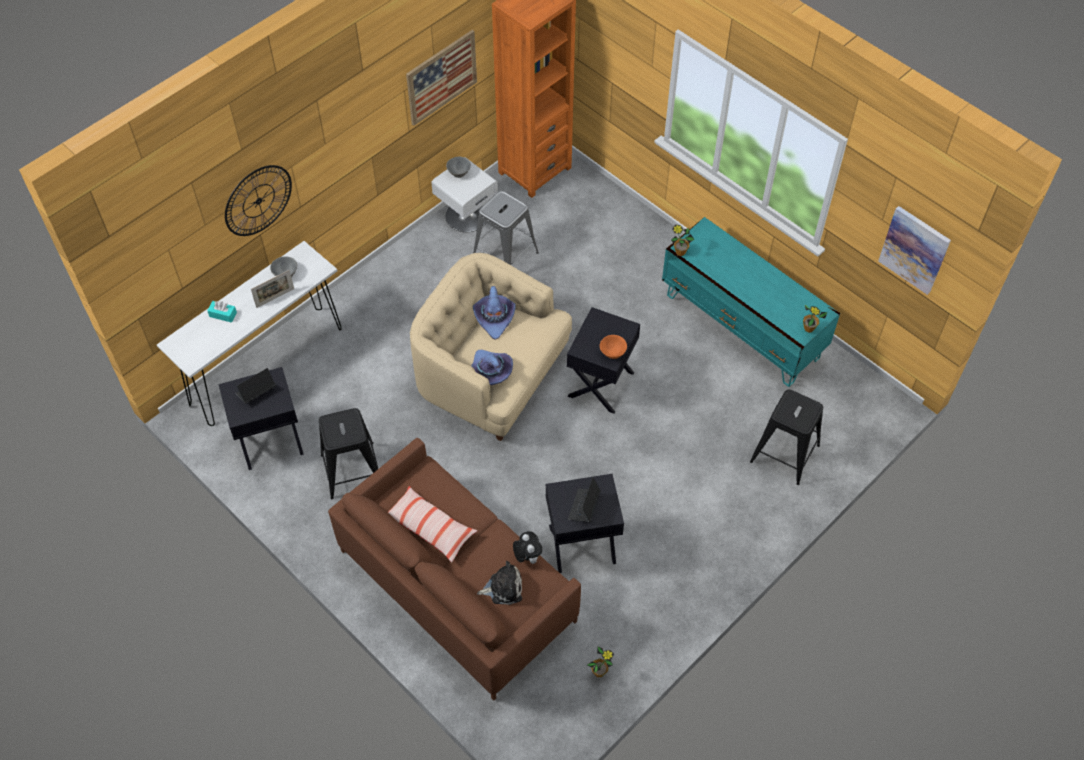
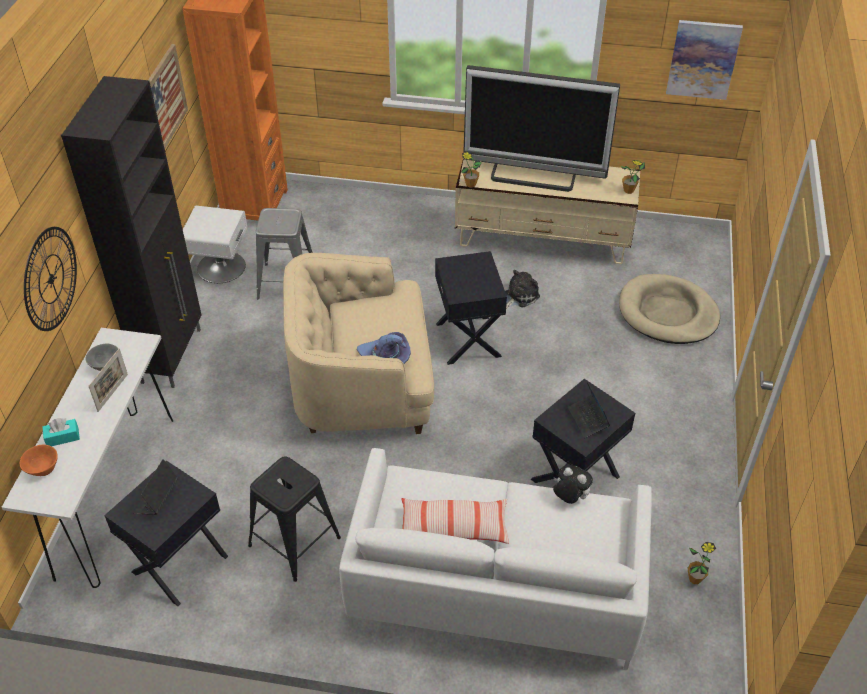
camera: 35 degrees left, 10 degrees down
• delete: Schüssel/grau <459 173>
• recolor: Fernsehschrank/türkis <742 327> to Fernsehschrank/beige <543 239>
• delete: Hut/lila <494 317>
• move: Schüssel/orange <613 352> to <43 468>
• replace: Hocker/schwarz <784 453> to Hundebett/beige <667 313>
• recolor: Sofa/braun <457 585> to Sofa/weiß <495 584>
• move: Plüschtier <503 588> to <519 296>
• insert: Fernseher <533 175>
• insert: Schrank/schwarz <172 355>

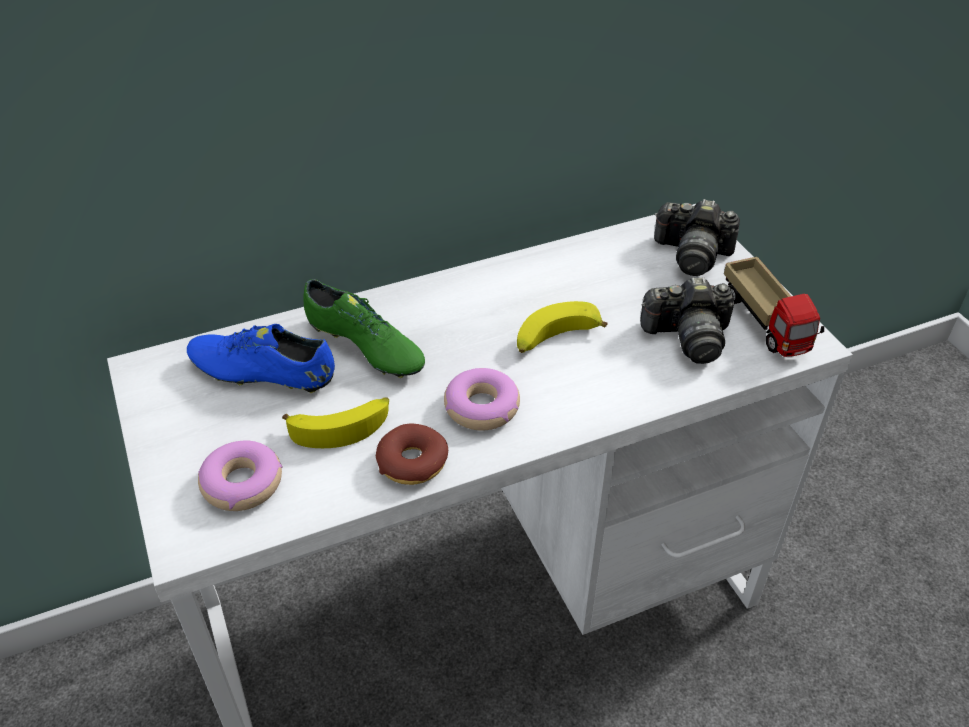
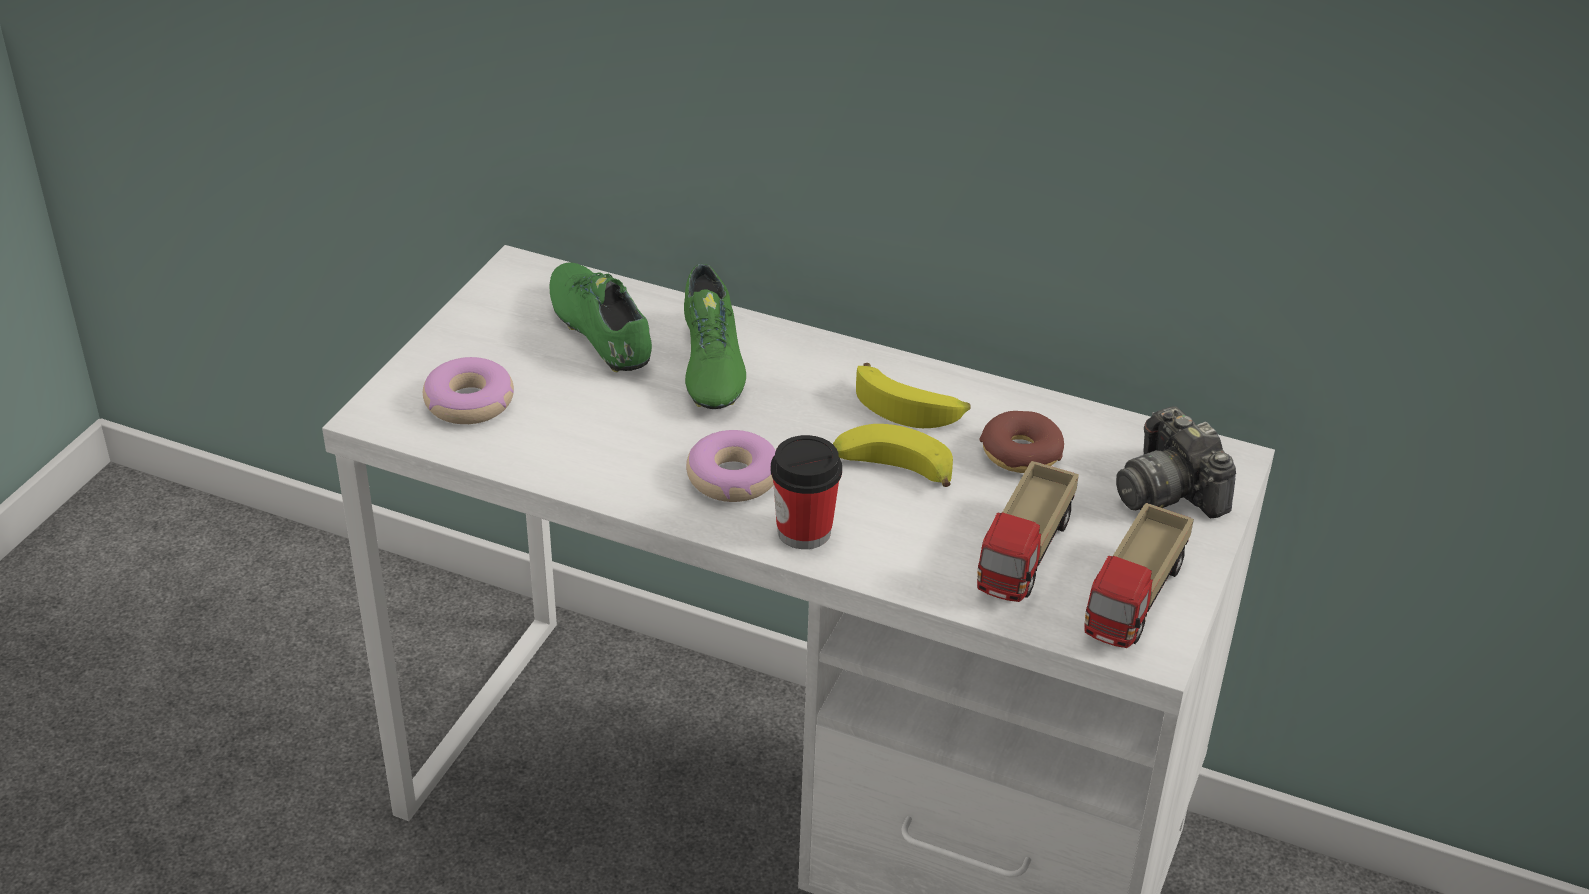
camera: 45 degrees right, 5 degrees down
• replace: Kamera <688 337> to Spielzeuglaster <1025 556>
• recolor: Schuh/blau <263 373> to Schuh/grün <600 331>
• move: Banane <341 427> to <910 407>
• move: Donut <412 462> to <1021 453>
• insert: Tasse <804 531>

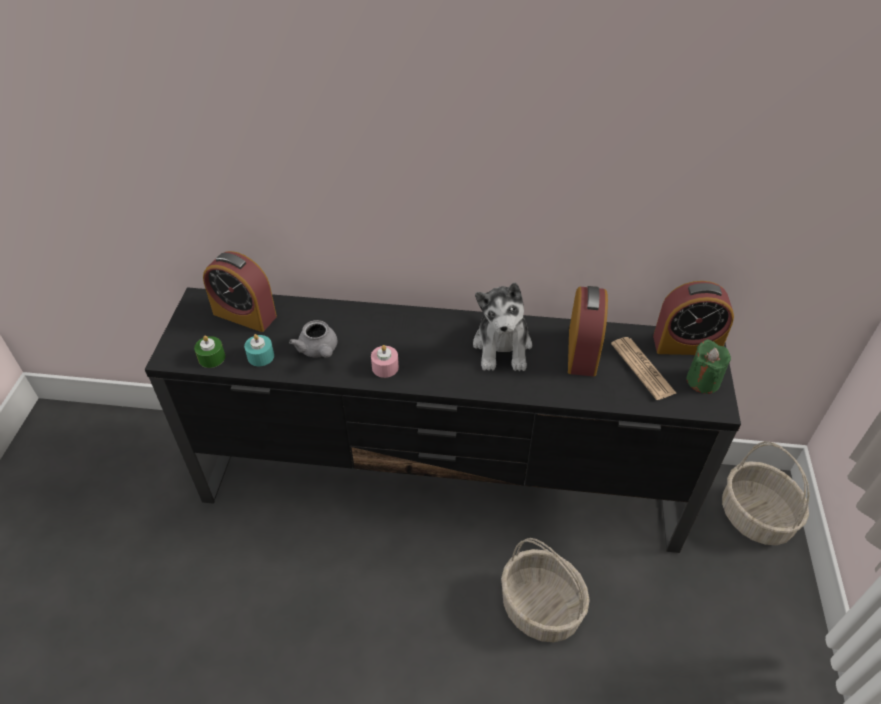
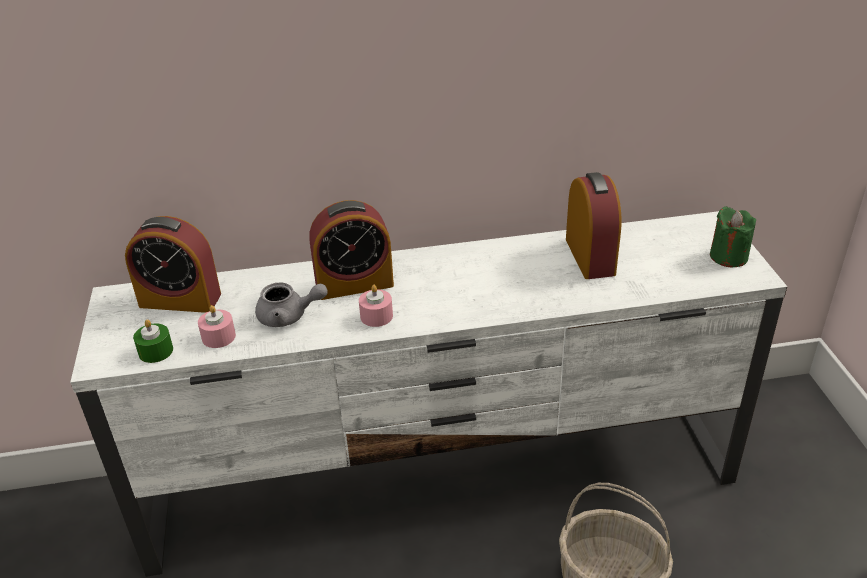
camera: 15 degrees left, 10 degrees down
• move: Wecker <686 344> to <354 284>
• delete: Plüschtier <502 346>
• recolor: Fernsehschrank/schwarz <442 485> to Fernsehschrank/weiß <443 480>
• rotate: Teekanne/grau <319 351> = <289 316> 45 degrees counterclockwise
• recolor: Kerze/türkis <261 356> to Kerze/rosa <218 337>
• delete: Zeitung <642 368>
• delete: Korb <754 516>

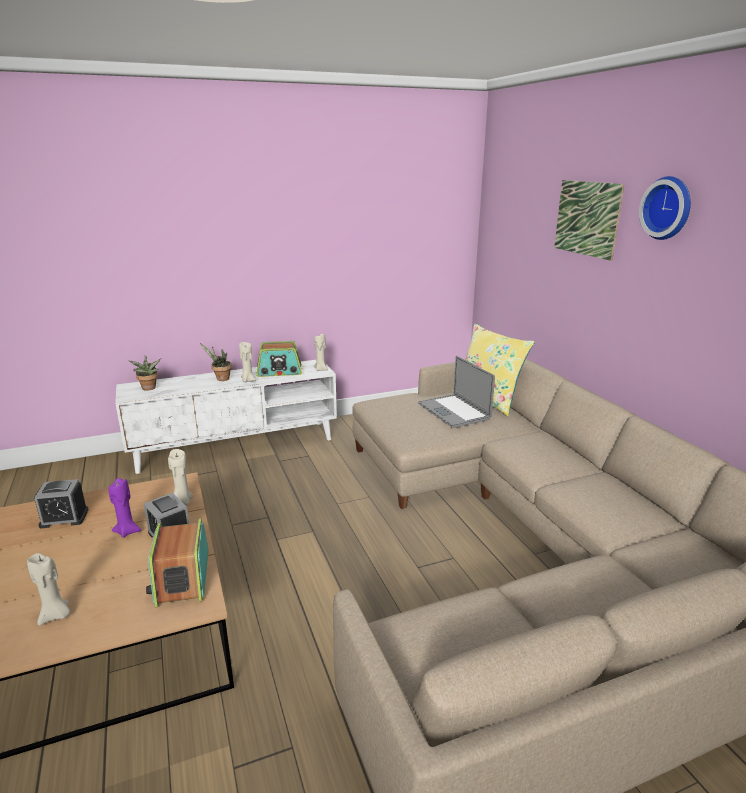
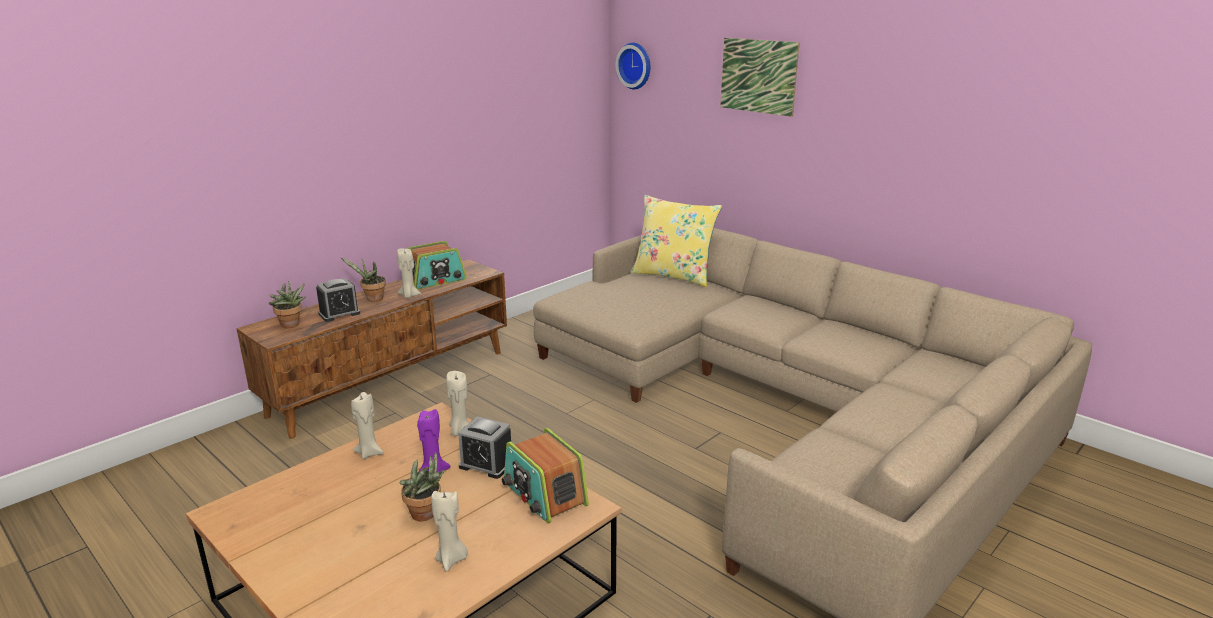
camera: 25 degrees left, 0 degrees up
• move: Wanduhr <668 208> to <636 65>
• move: Kerze/beige <321 369> to <369 453>
• delete: Laptop <453 411>
• recolor: Fernsehschrank/weiß <236 446> to Fernsehschrank/braun <392 382>
• move: Wecker <64 518> to <339 314>
• insert: Topfpflanze <426 515>

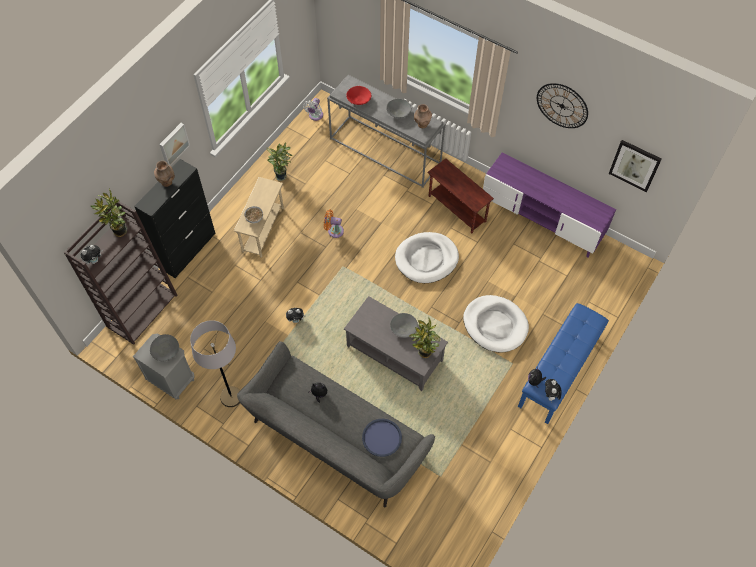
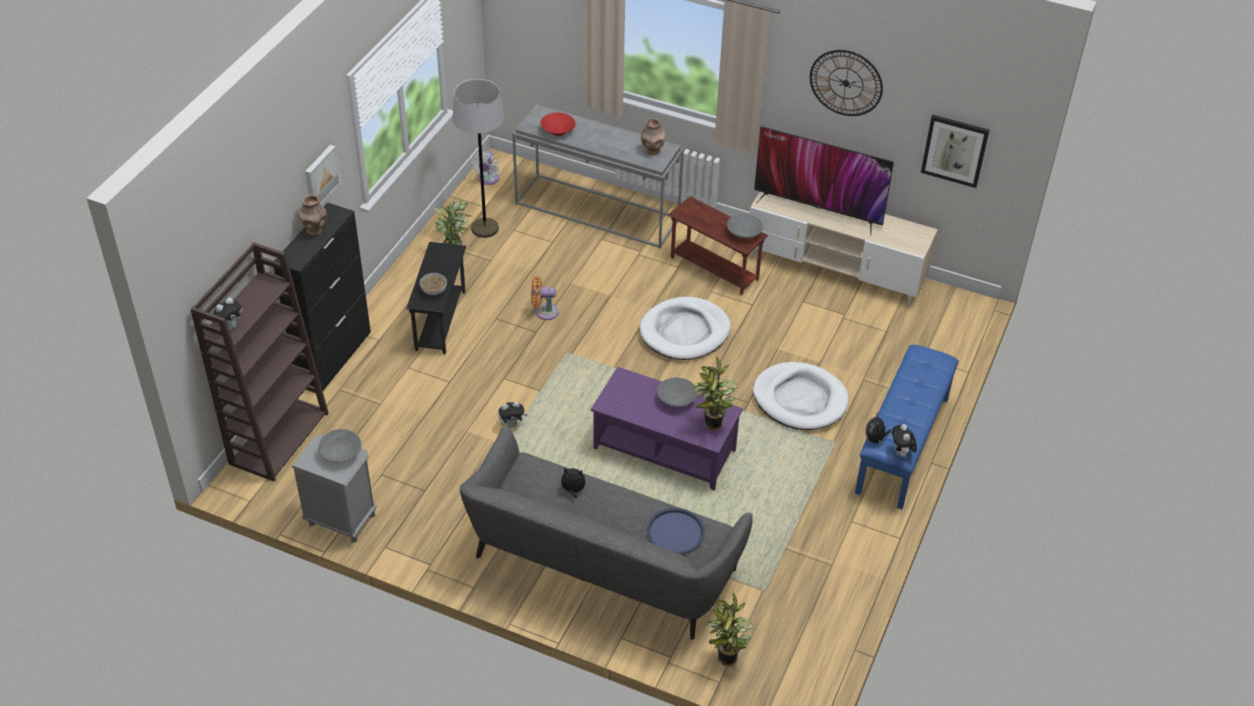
camera: 10 degrees left, 15 degrees down
• move: Schüssel/grau <398 113> to <744 233>
• recolor: Fernsehschrank/lila <541 219> to Fernsehschrank/beige <835 269>
• recolor: Beistelltisch/beige <263 230> to Beistelltisch/schwarz <441 321>
• move: Topfpflanze <119 232> to <726 660>
• recolor: Couchtisch/grau <394 354> to Couchtisch/lila <664 450>
• move: Stehlampe/grau <231 397> to <485 228>
• insert: Fernseher <818 209>

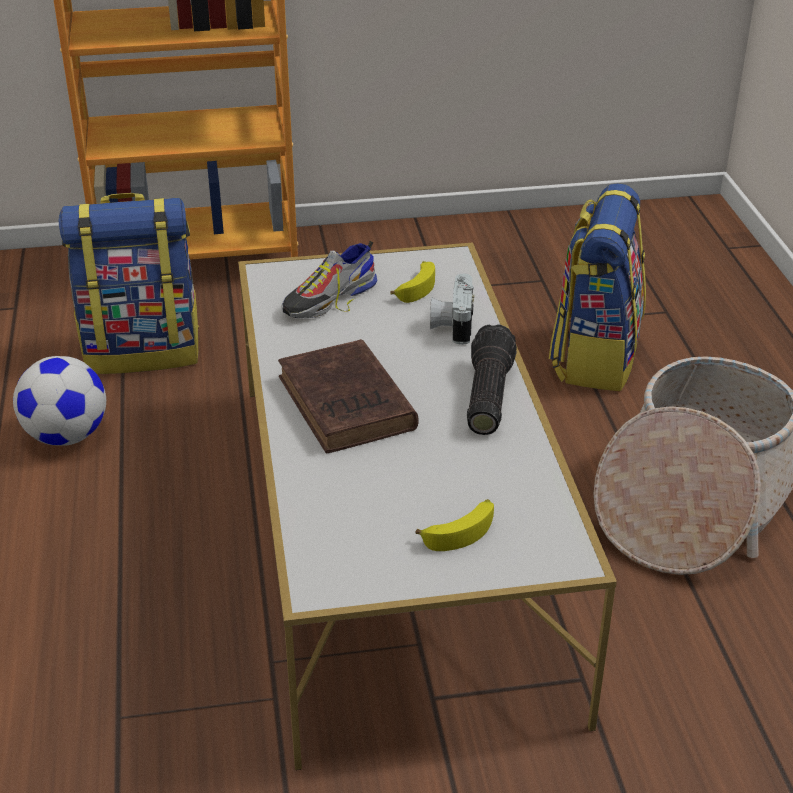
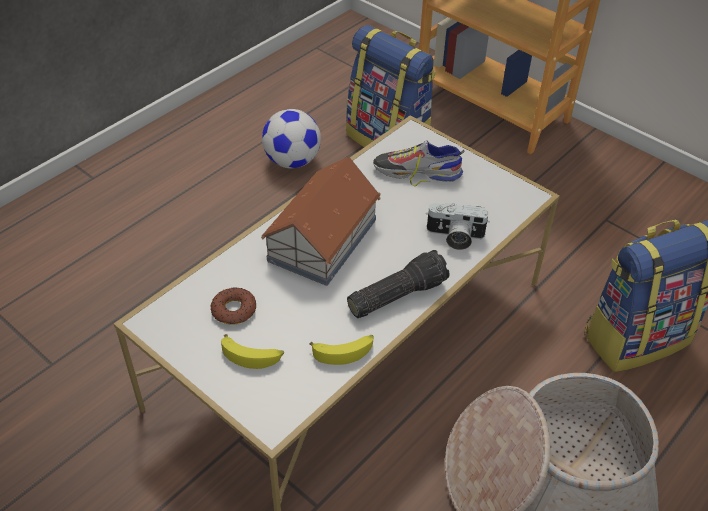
camera: 50 degrees right, 10 degrees up
• move: Banane <416 287> to <344 351>
• rotate: Kamera <451 324> = <454 237> 135 degrees counterclockwise
• replace: Buch/braun <348 405> to Spielzeughaus <321 240>
• insert: Donut <233 310>

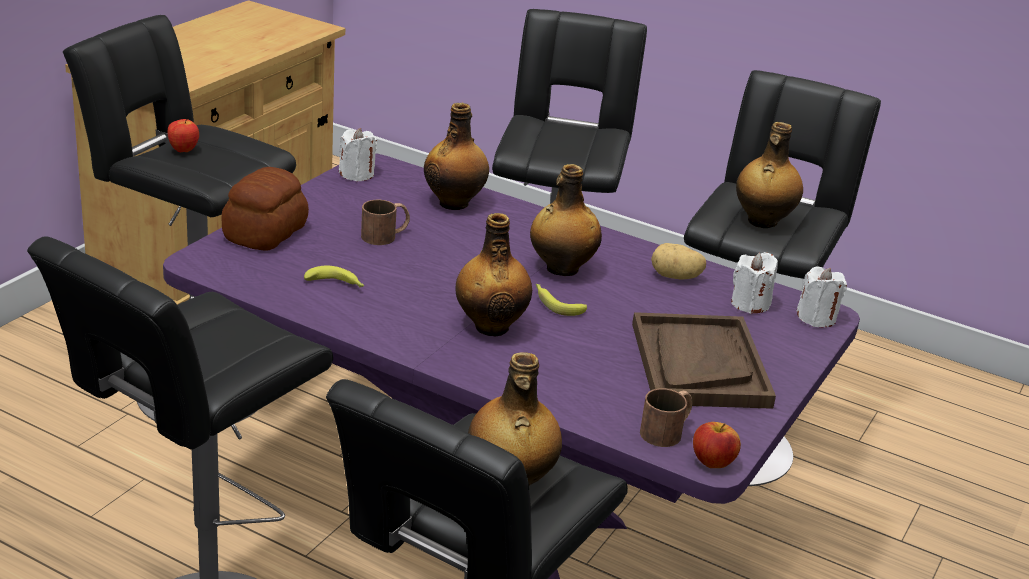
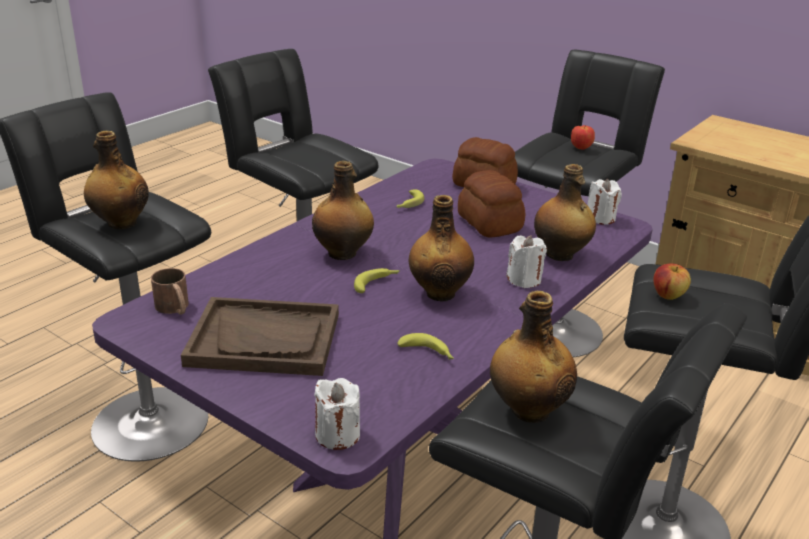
camera: 100 degrees right, 0 degrees up
• replace: Henkelbecher/braun <386 235> to Brot <489 224>
• replace: Kartoffel <675 277> to Banane <428 353>
• move: Kerze/weiß <750 304> to <524 280>
• move: Apfel <712 462> to <668 295>

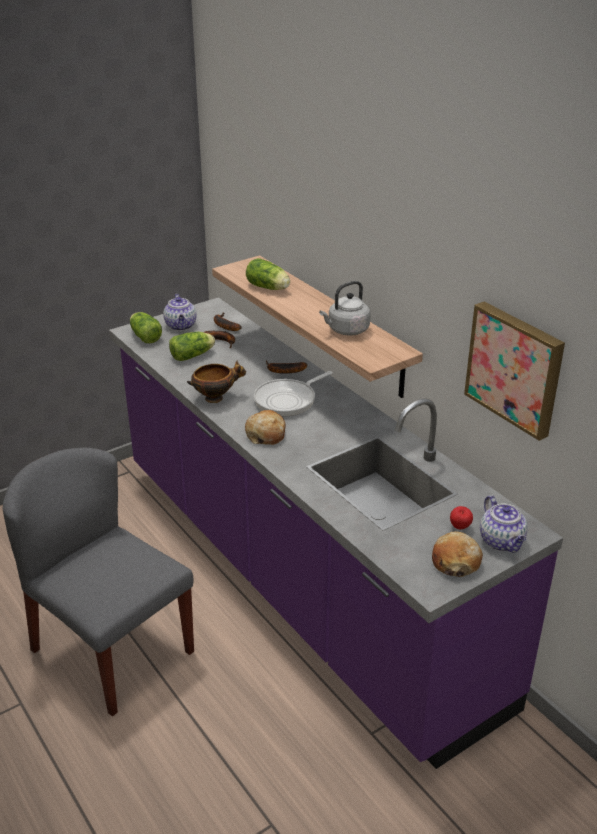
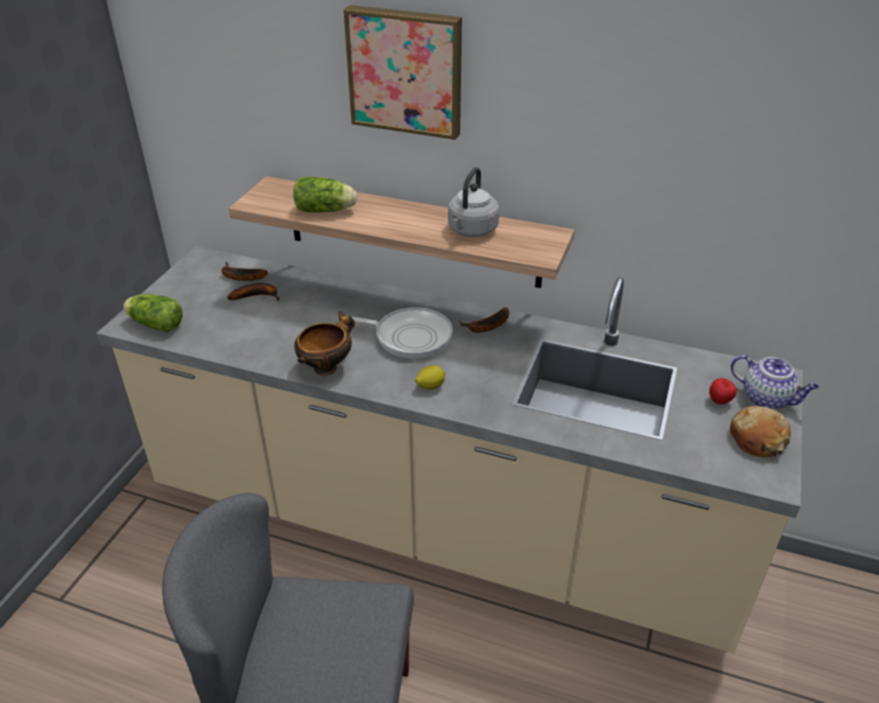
camera: 35 degrees left, 5 degrees up
• delete: Teekanne <181 326>
• recolor: Küchenzeile/lila <298 578> to Küchenzeile/beige <439 526>
• move: Bild <515 368> to <406 71>
• delete: Salatkopf <193 355>
• move: Banane <283 371> to <487 326>
• rotate: Pfanne <288 400> = <409 336> 90 degrees counterclockwise
• replace: Brot <266 434> to Zitrone <430 386>

